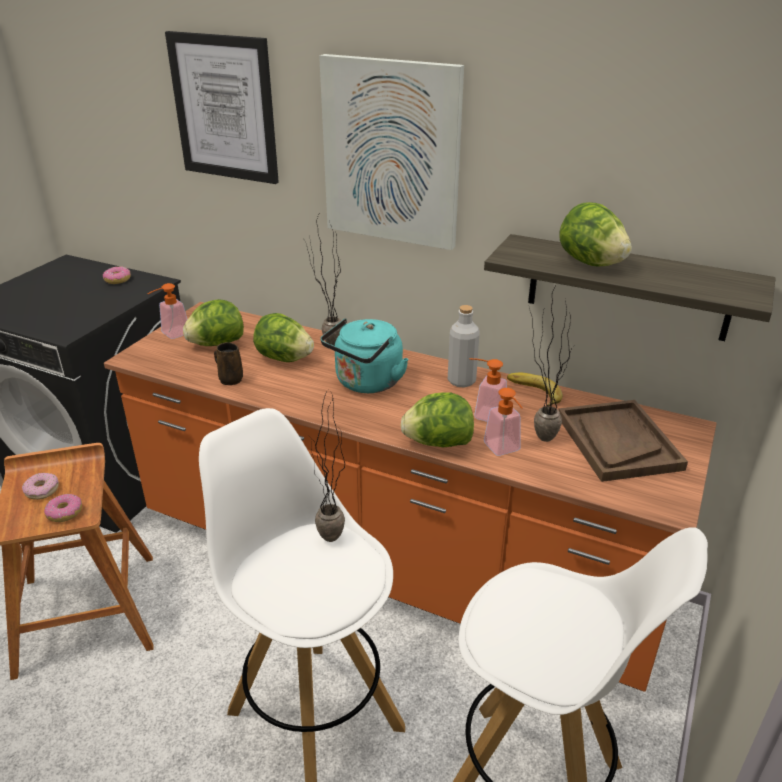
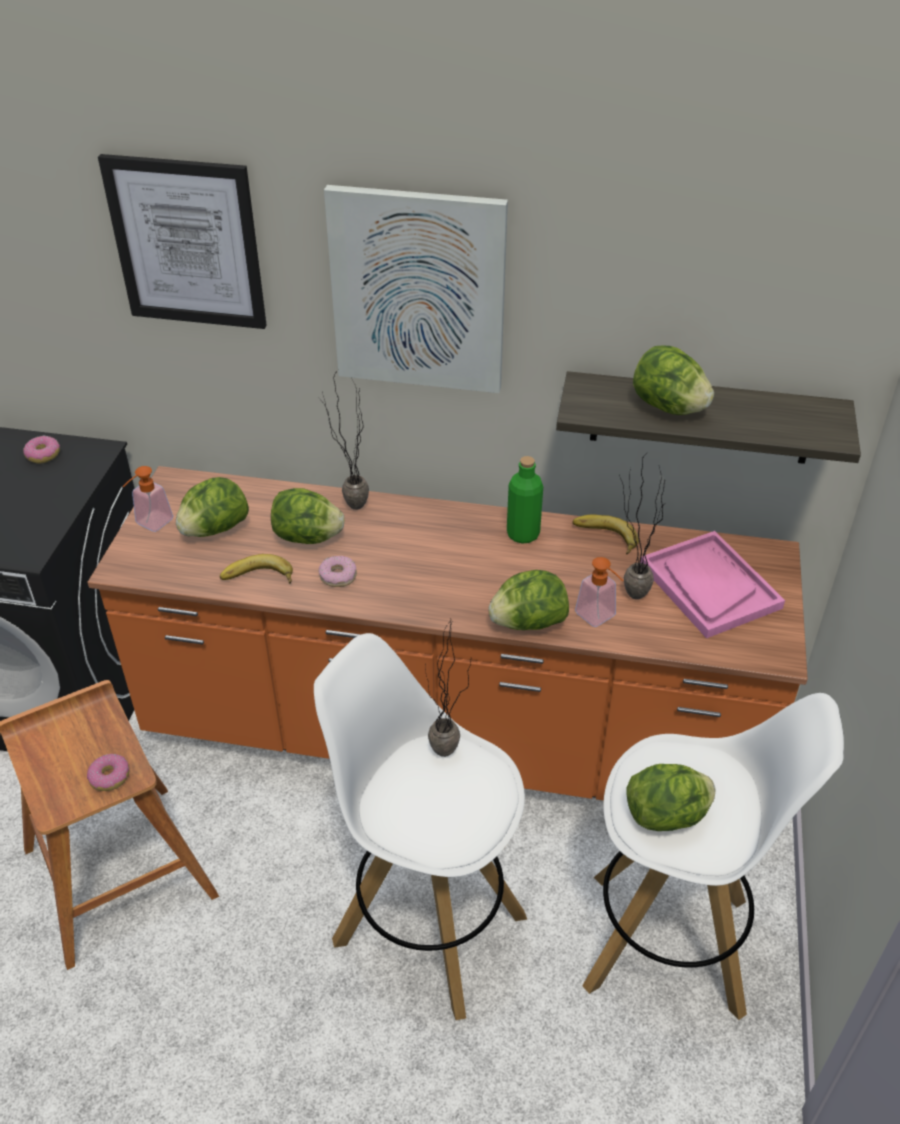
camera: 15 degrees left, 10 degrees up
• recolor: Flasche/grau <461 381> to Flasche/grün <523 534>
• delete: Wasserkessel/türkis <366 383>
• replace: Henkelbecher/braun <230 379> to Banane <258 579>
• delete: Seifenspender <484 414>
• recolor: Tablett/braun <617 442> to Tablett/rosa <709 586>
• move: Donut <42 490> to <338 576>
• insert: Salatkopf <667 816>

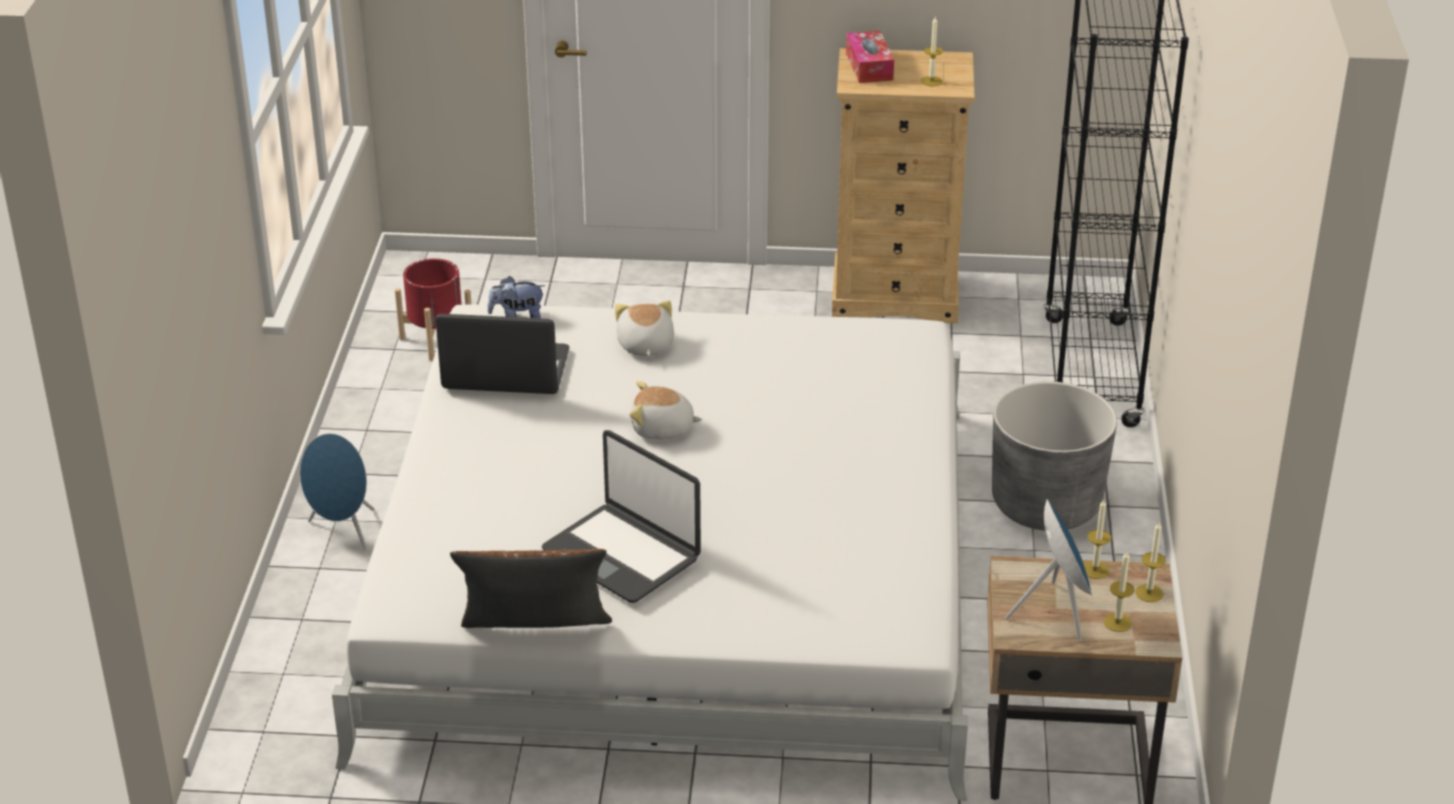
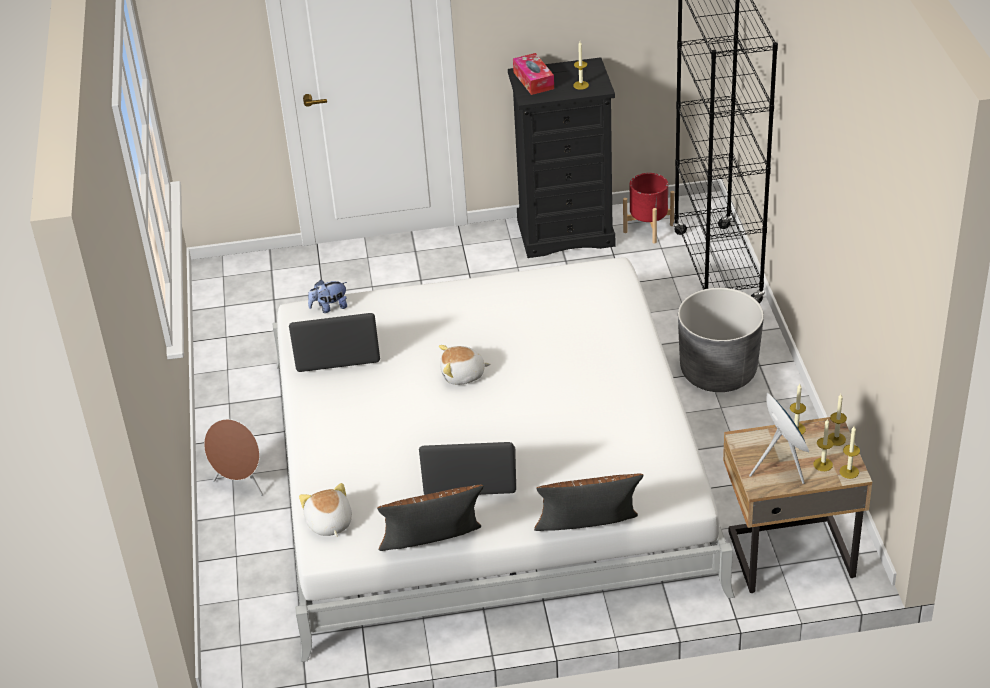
camera: 10 degrees left, 5 degrees up
• recolor: Kommode/beige <895 296> to Kommode/schwarz <566 232>
• move: Pflanzkübel/rot <436 340> to <648 228>
• move: Plüschtier <644 346> to <329 523>
• rotate: Laptop <622 554> = <470 475> 150 degrees clockwise
• recolor: Lautsprecher/blau <343 531> to Lautsprecher/braun <241 484>
• insert: Kerze <849 471>
• insert: Kissen/braun <588 535>

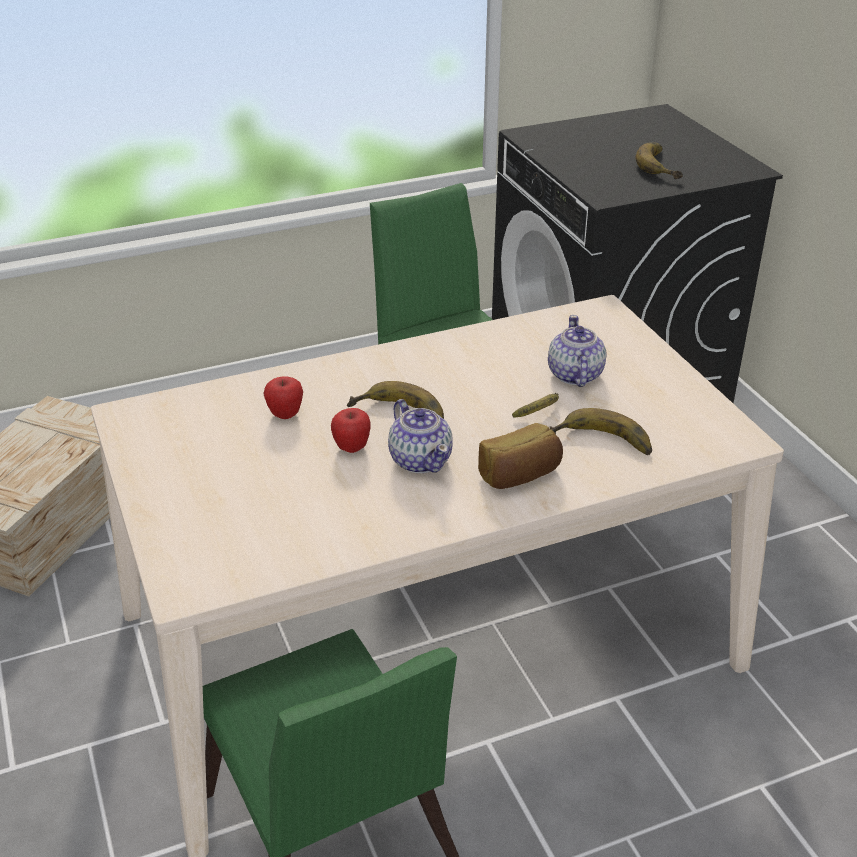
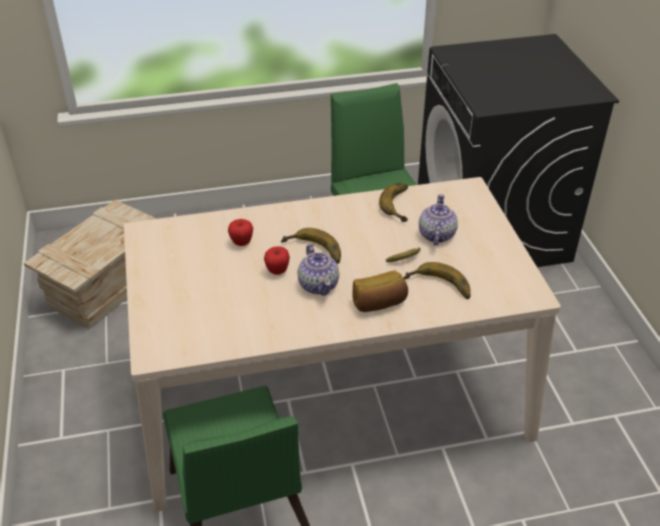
camera: 10 degrees right, 5 degrees up
• move: Banane <663 166> to <401 205>

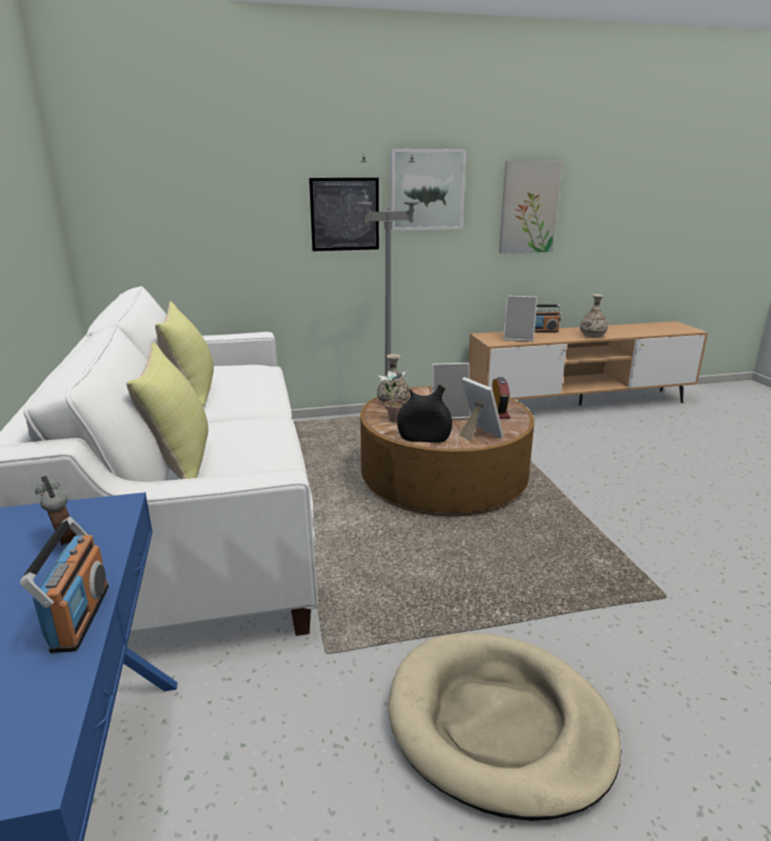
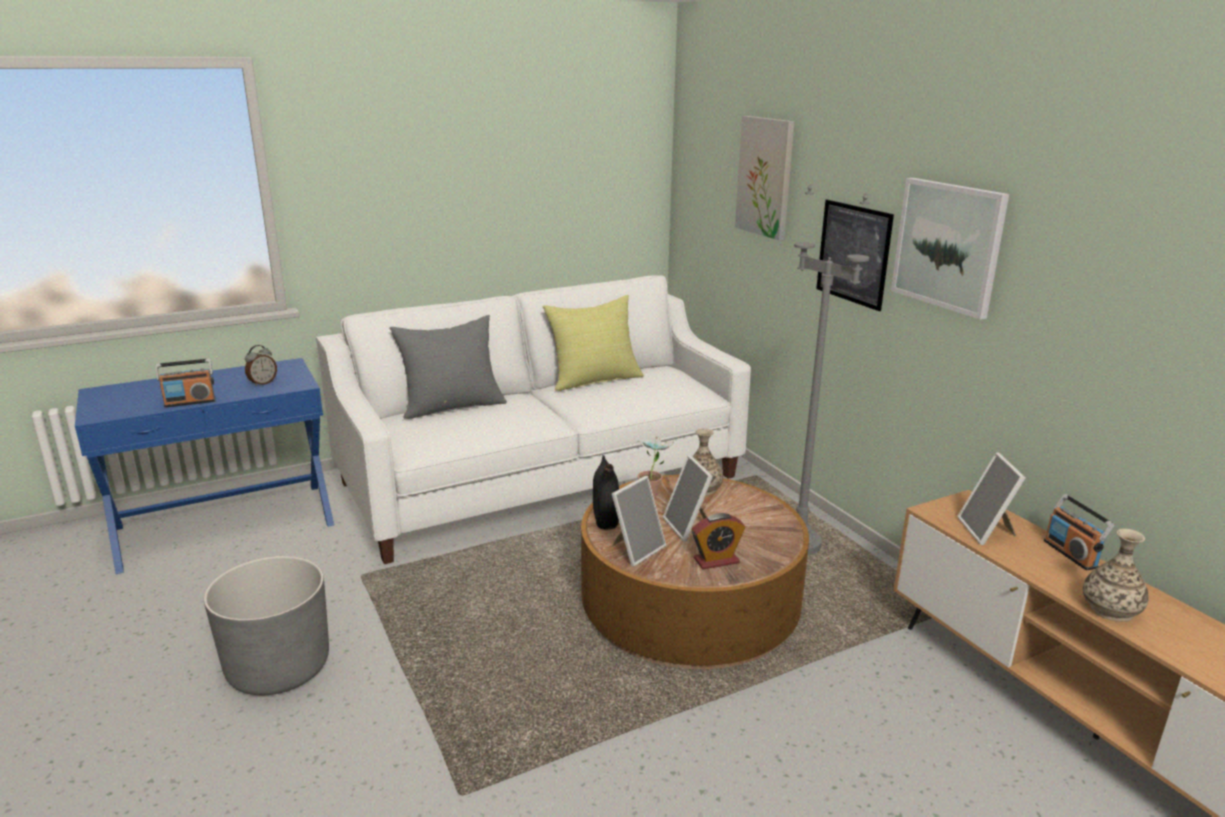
camera: 75 degrees right, 0 degrees up
• move: Bild <528 207> to <765 177>
• recolor: Kissen/gelb <180 460> to Kissen/grau <452 406>
• replace: Hundebett/beige <498 725> to Pflanzkübel/grau <279 668>

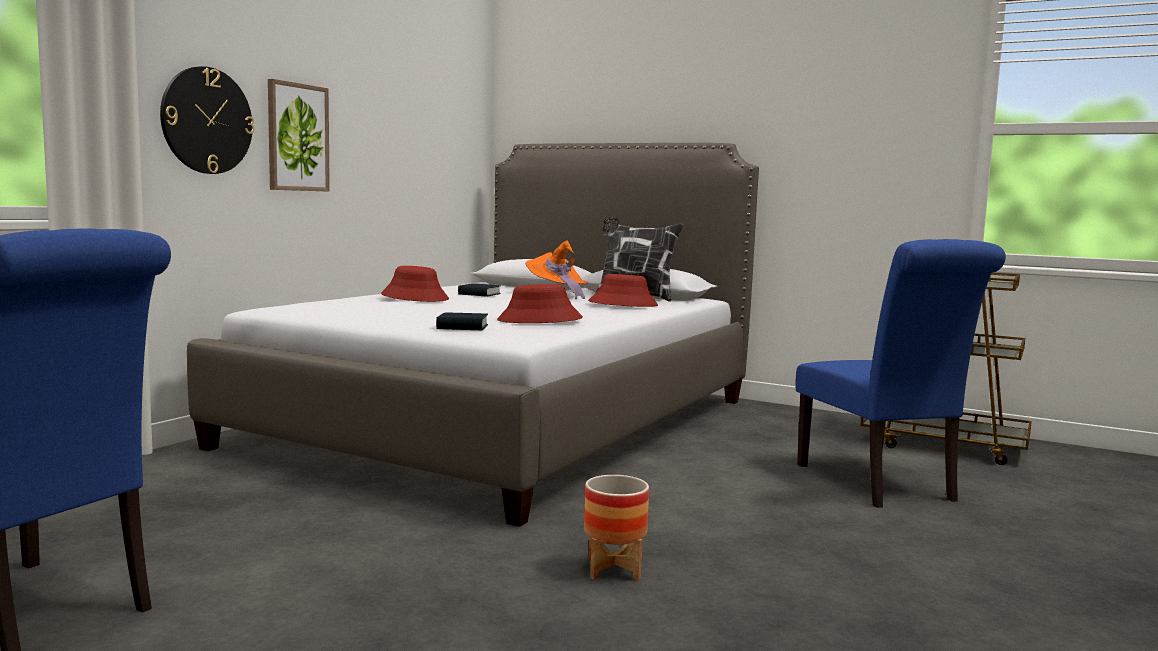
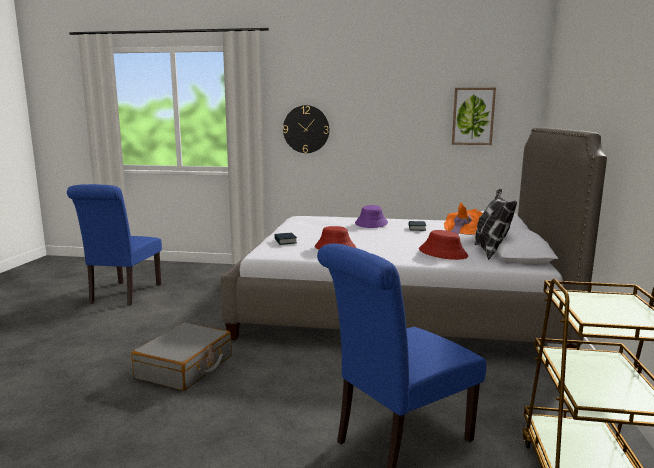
camera: 70 degrees right, 5 degrees up
• move: Bild <297 137> to <473 116>
• recolor: Hut/rot <415 297> to Hut/lila <371 223>
• replace: Pflanzkübel <613 569> to Koffer/grau <185 367>

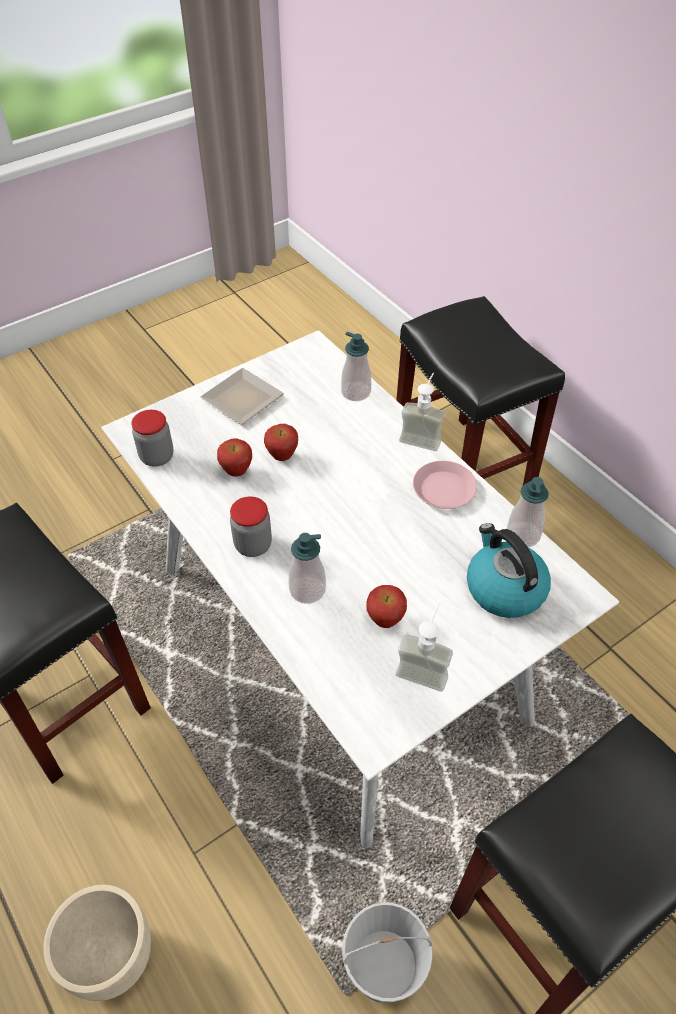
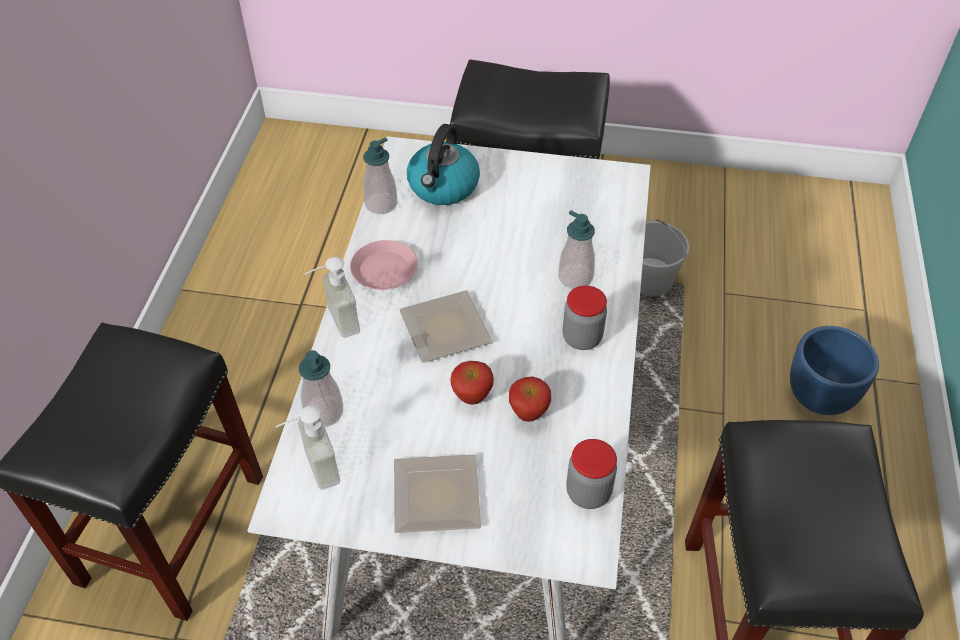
camera: 135 degrees left, 0 degrees up
• delete: Apfel <385 620>
• move: Seifenspender <424 667> to <311 470>
• recolor: Pflanzkübel/beige <112 957> to Pflanzkübel/blau <819 399>
• insert: Teller <448 331>

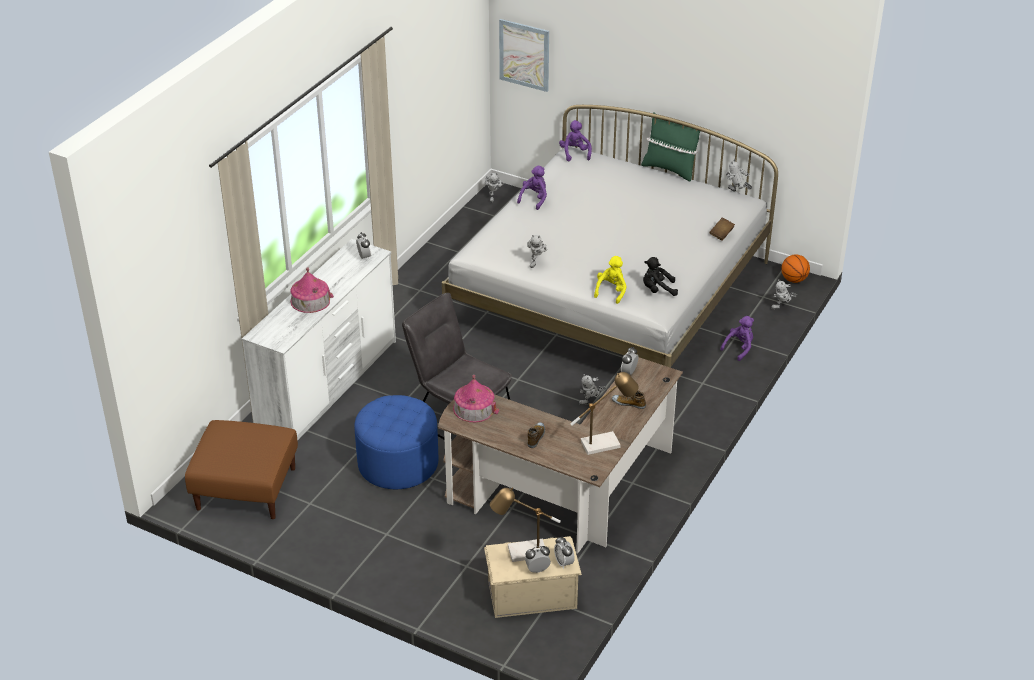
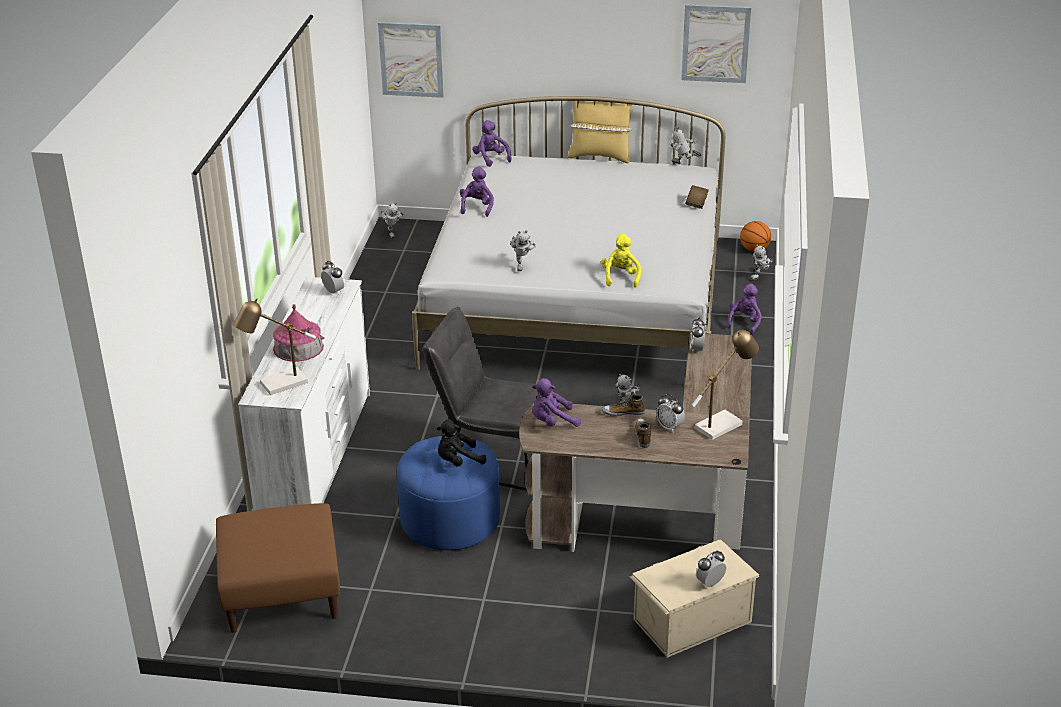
camera: 20 degrees left, 5 degrees down
• recolor: Kissen/grün <669 169> to Kissen/gelb <600 156>
• move: Plüschtier/schwarz <657 290> to <458 461>
• replace: Spielzeughaus <474 408> to Plüschtier/lila <552 422>
• move: Schuh <629 403> to <623 412>
• move: Tischlampe <522 553> to <278 385>
• move: Wecker <564 563> to <669 427>
• insert: Bild <715 43>

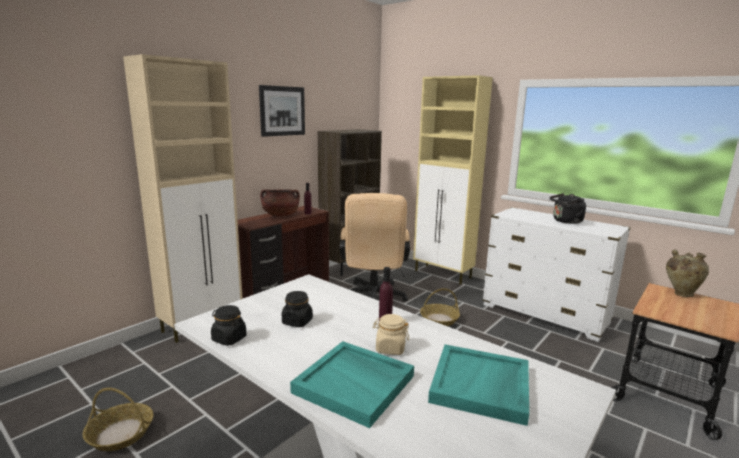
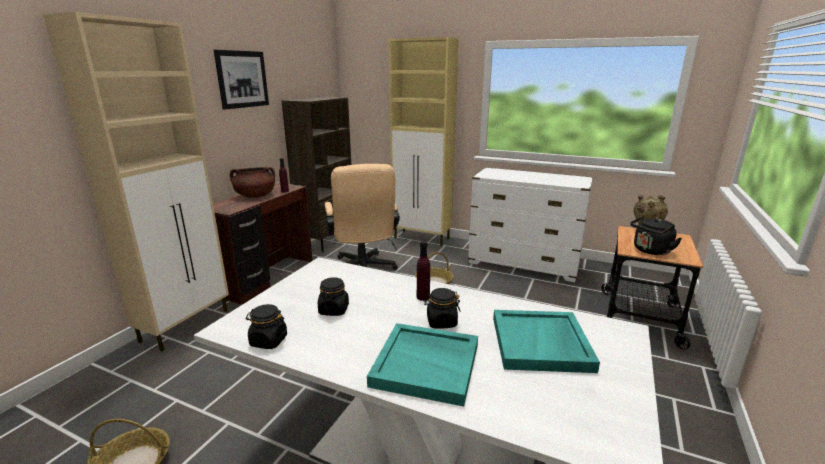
camera: 15 degrees left, 5 degrees up
• move: Wasserkessel/schwarz <566 221> to <650 251>
• recolor: Vorratsglas/beige <390 348> to Vorratsglas/schwarz <441 322>

